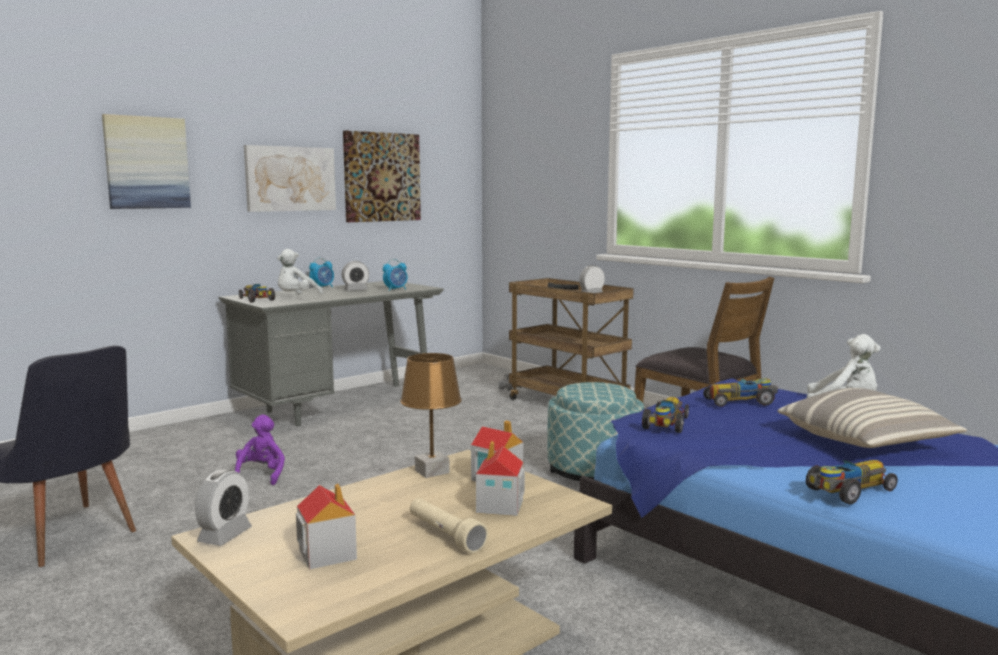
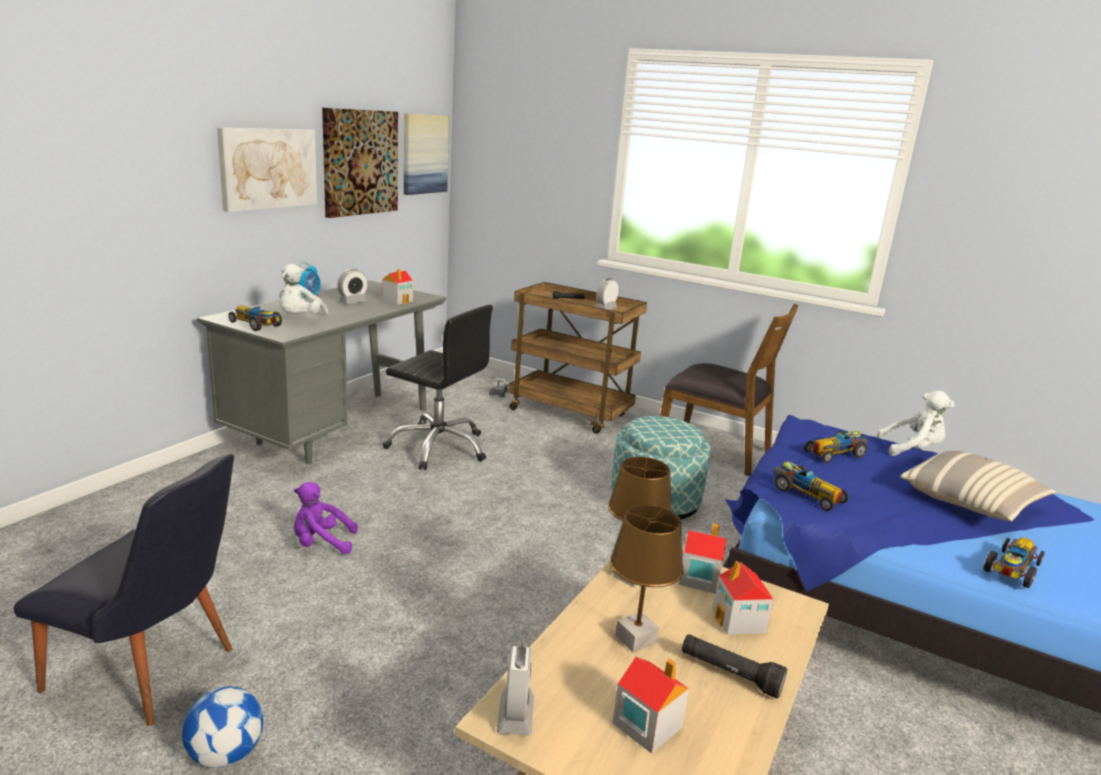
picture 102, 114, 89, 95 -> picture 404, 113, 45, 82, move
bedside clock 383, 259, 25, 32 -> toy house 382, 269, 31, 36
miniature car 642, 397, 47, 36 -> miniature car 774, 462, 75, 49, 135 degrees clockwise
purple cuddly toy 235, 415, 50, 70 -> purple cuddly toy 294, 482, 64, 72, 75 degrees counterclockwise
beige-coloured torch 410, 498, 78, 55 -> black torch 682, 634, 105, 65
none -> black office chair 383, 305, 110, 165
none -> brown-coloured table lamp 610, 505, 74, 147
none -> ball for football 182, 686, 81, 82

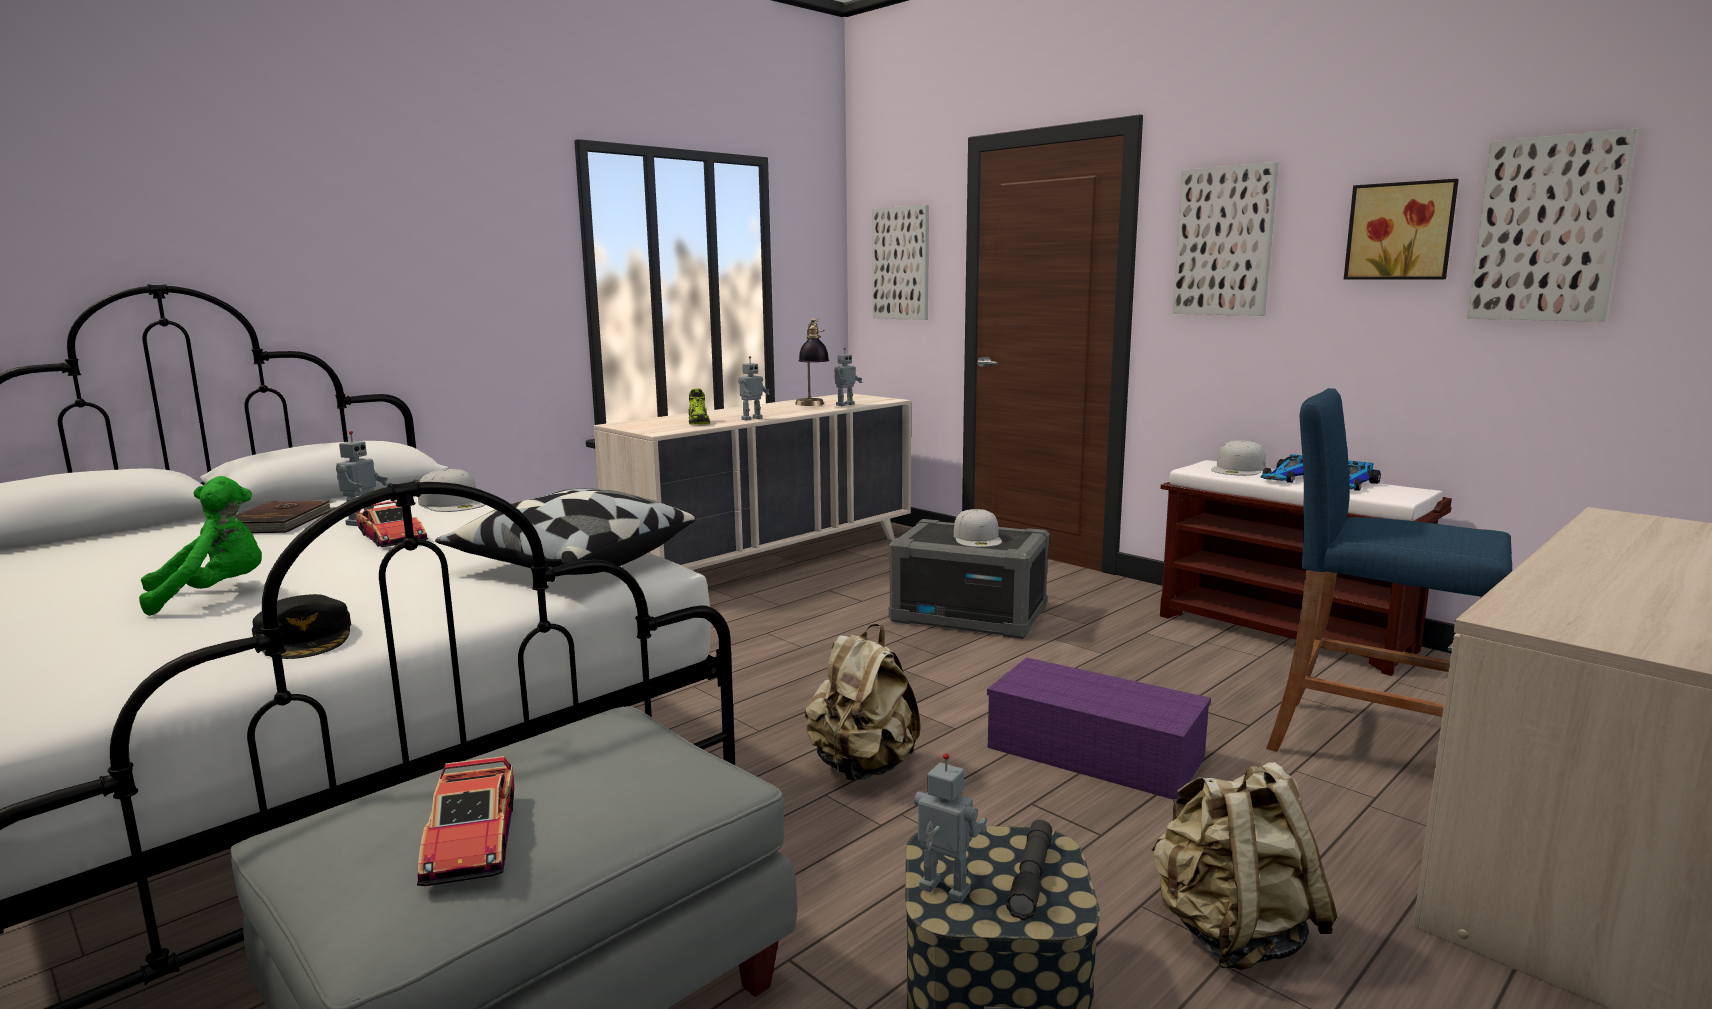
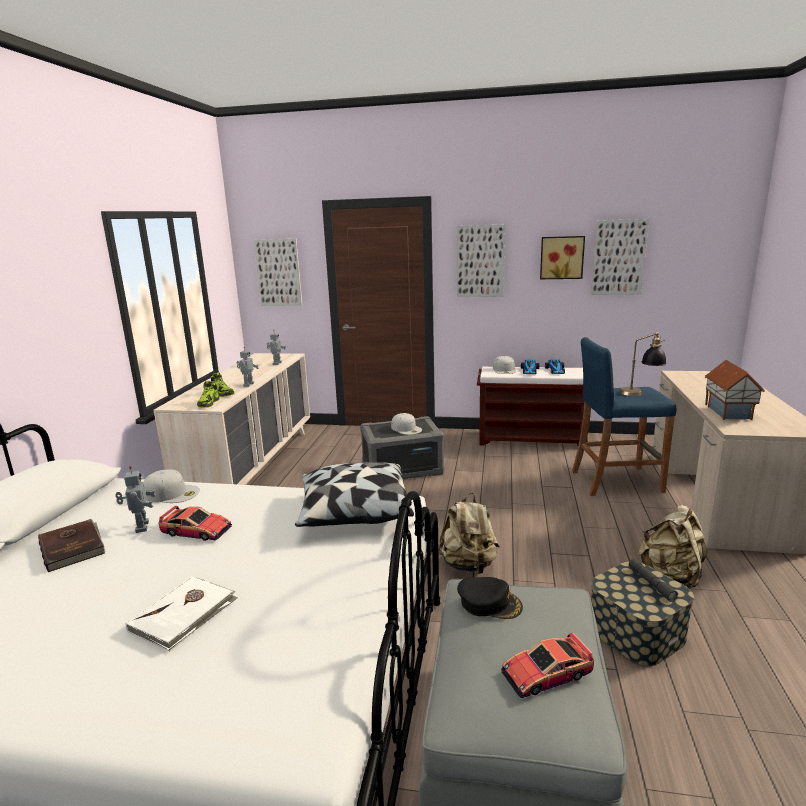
table lamp 795, 318, 34, 88 -> table lamp 620, 332, 47, 64, move
green-coloured cuddly toy 139, 476, 123, 140 -> white-coloured volume 125, 576, 113, 75
black baseball cap 252, 594, 99, 65 -> black baseball cap 457, 577, 66, 42, move
purple storage bin 987, 657, 224, 142 -> none
robot figure 914, 753, 73, 150 -> none
miniature car 417, 756, 97, 130 -> miniature car 501, 633, 93, 65, 120 degrees clockwise
none -> toy house 705, 360, 60, 60
none -> item of footwear 197, 381, 22, 27

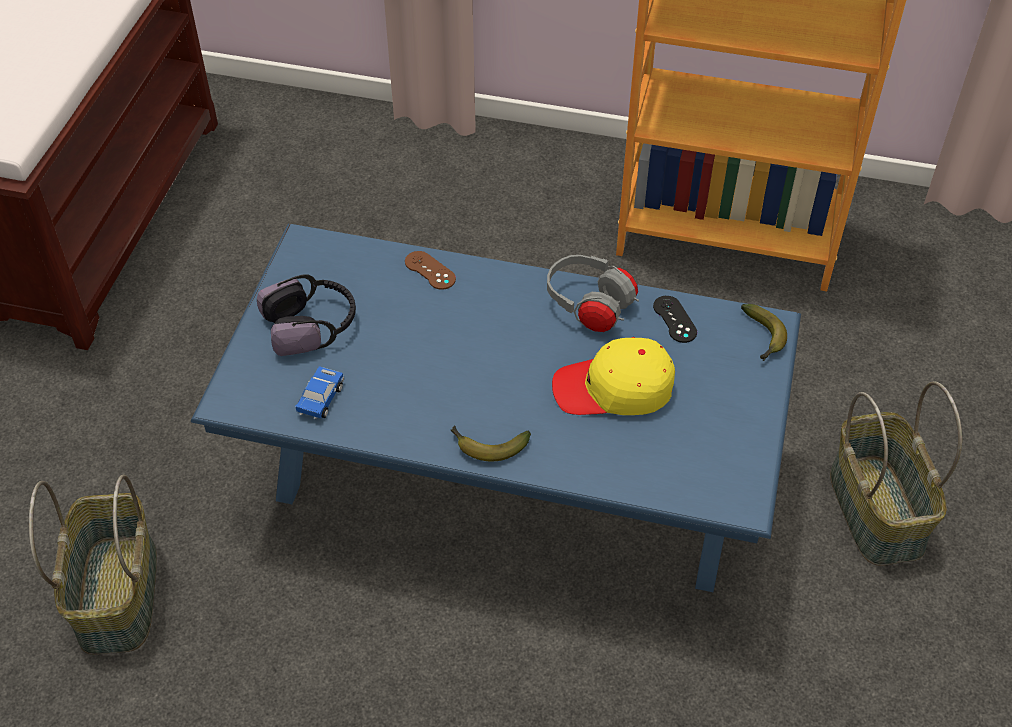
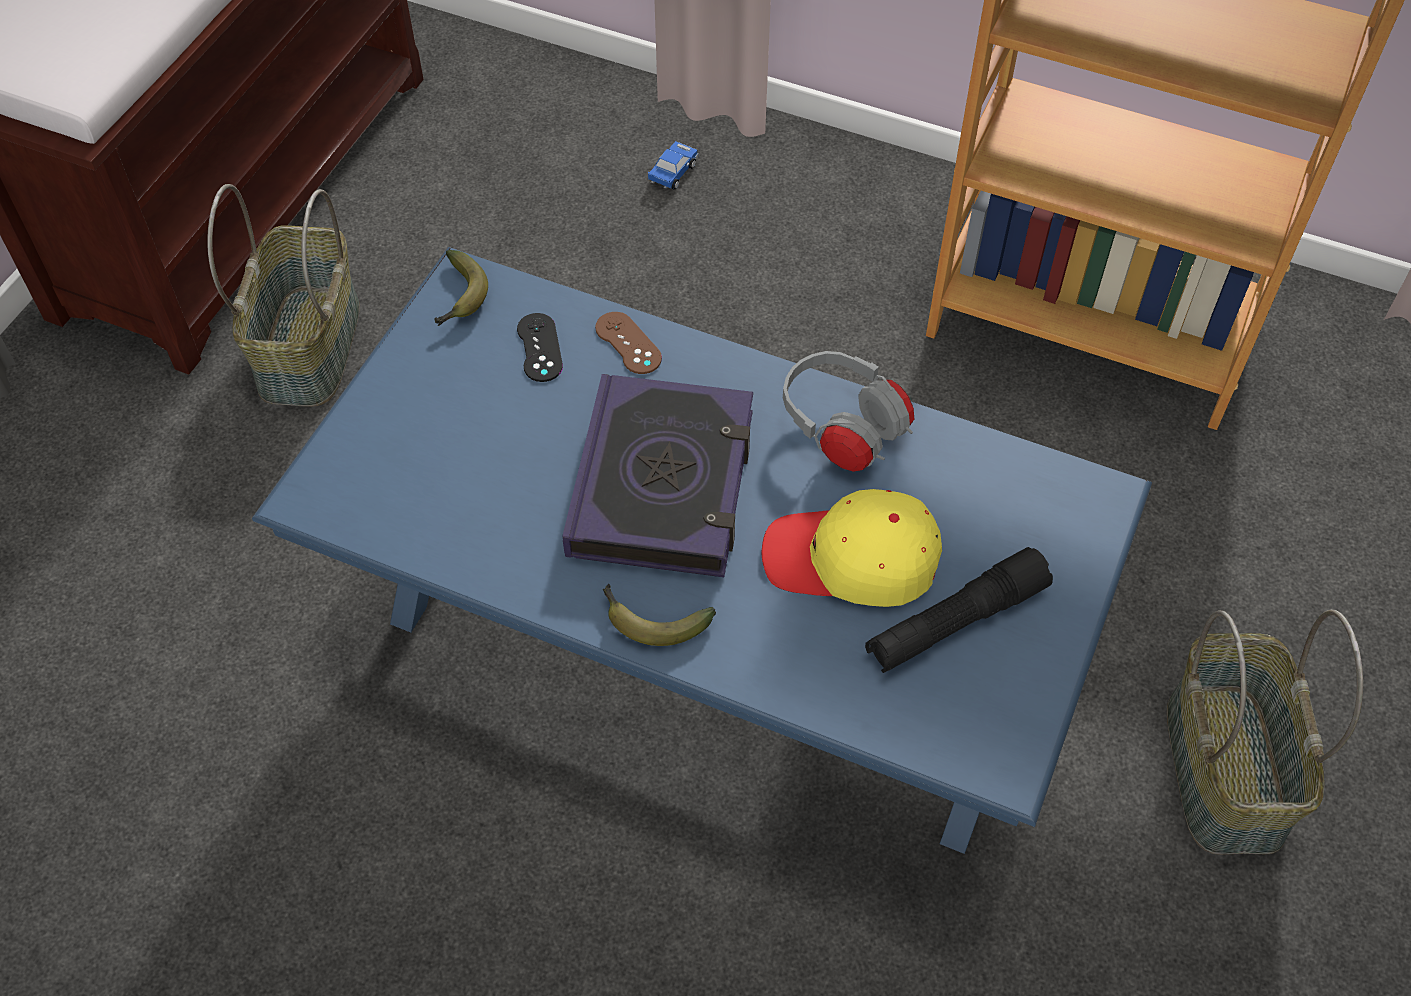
pair of headphones 257, 274, 99, 82 -> none
black game controller 653, 296, 44, 47 -> black game controller 517, 313, 46, 69, move
banana fruit 741, 304, 46, 57 -> banana fruit 435, 250, 53, 76, move
miniature car 295, 366, 50, 53 -> miniature car 648, 141, 51, 49, move
storage basket 29, 475, 128, 180 -> storage basket 207, 184, 153, 223, move
none -> volume 563, 374, 190, 203
none -> black torch 865, 547, 188, 126

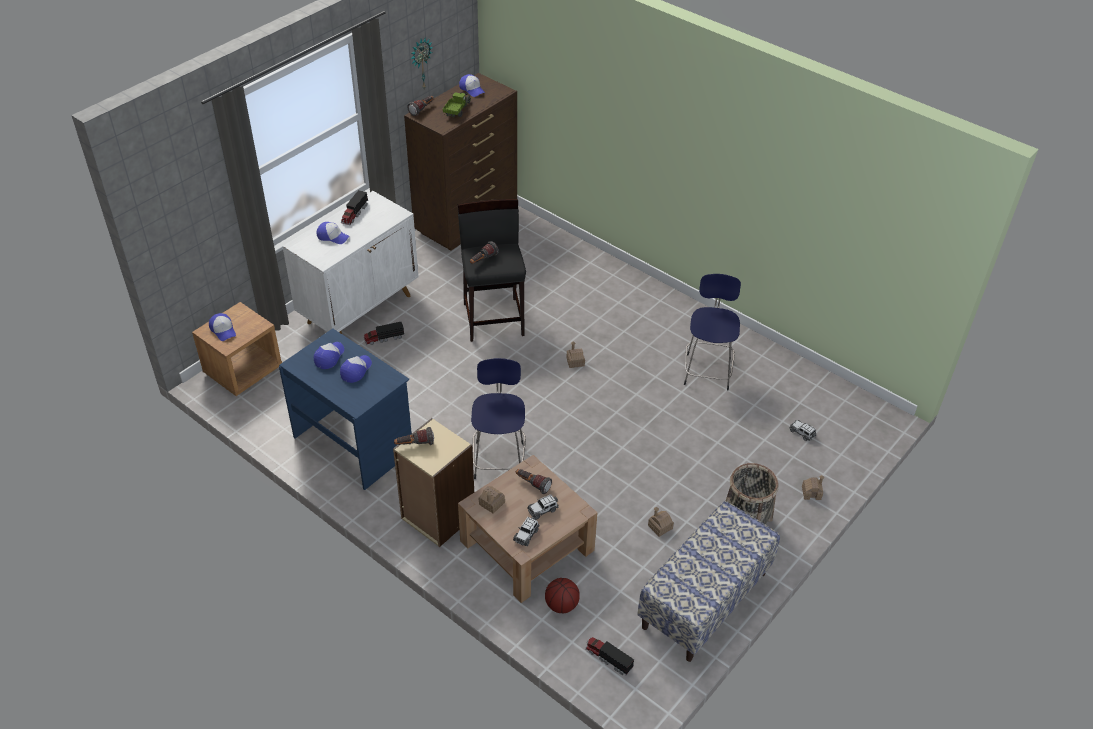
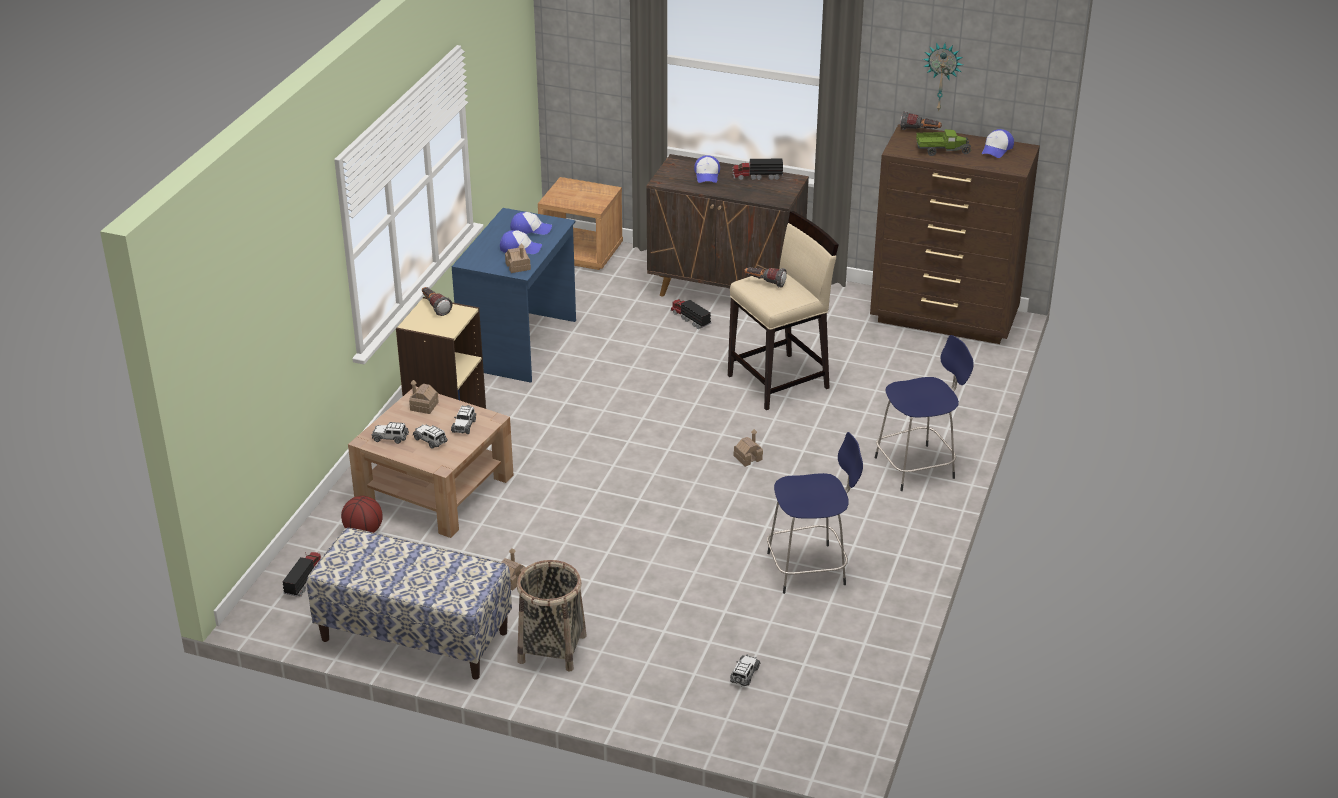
white-coloured cupboard 282, 191, 137, 143 -> brown-coloured cupboard 646, 154, 163, 142
black stool 457, 199, 69, 143 -> beige-coloured stool 728, 211, 110, 199
baseball cap 209, 313, 27, 28 -> none
blue-coloured stool 471, 358, 55, 121 -> blue-coloured stool 875, 335, 99, 156, move
torch 516, 469, 36, 25 -> miniature car 451, 405, 25, 29
toy house 802, 475, 22, 25 -> toy house 505, 244, 26, 29, move

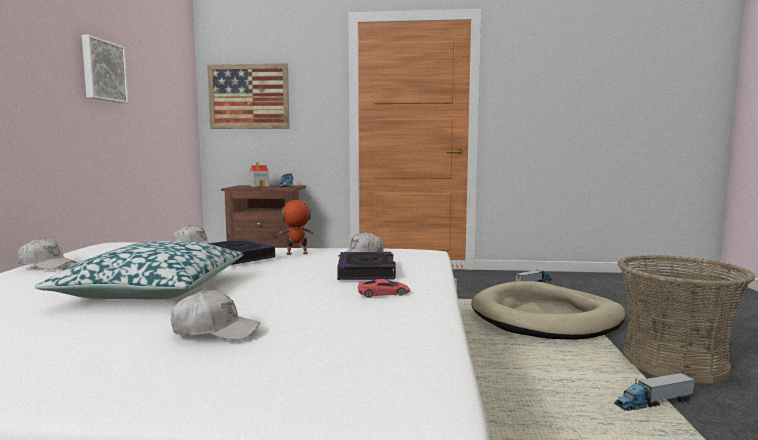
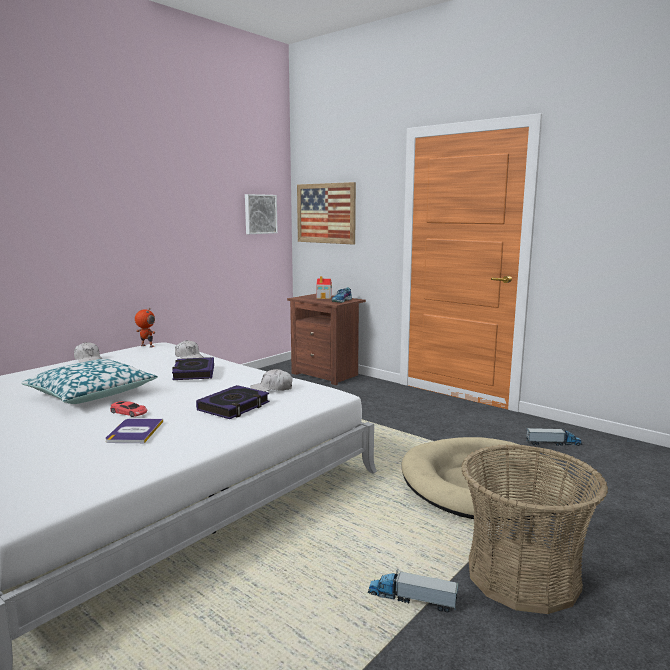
picture 82, 35, 47, 68 -> picture 245, 194, 33, 40, move
robot figure 279, 196, 35, 59 -> robot figure 135, 309, 21, 38, move
reddish miniature car 358, 279, 52, 19 -> reddish miniature car 110, 401, 37, 16, move
white-coloured baseball cap 171, 290, 89, 50 -> none
none -> volume 105, 418, 58, 25

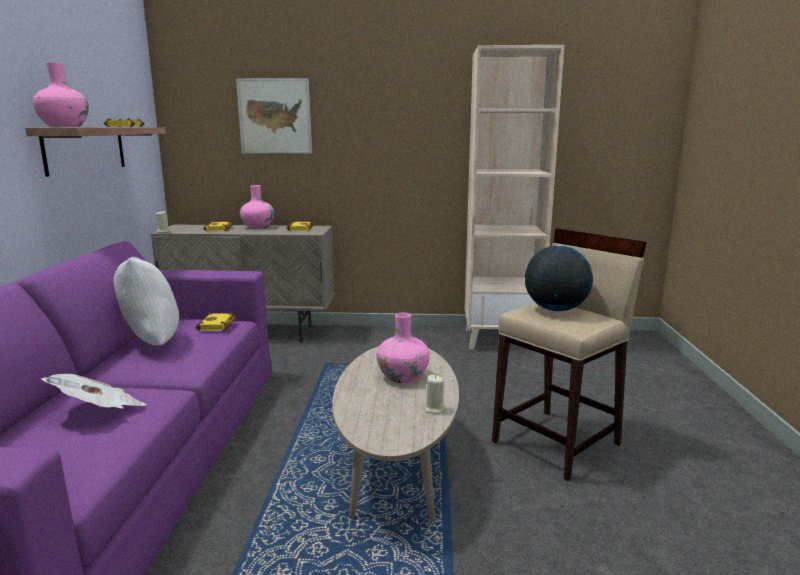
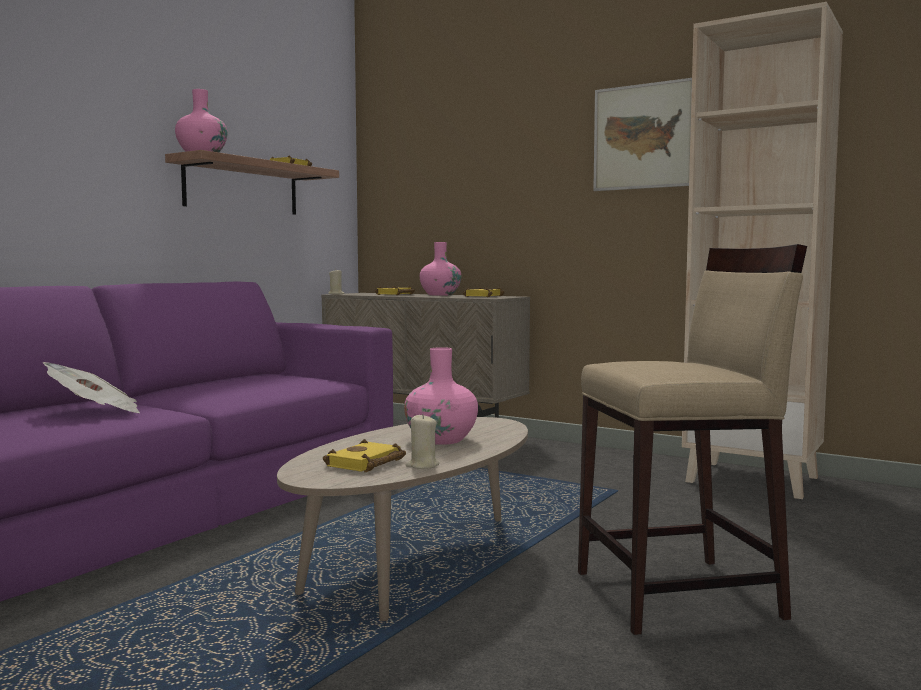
picture 236, 78, 76, 75 -> picture 593, 78, 99, 113, move
globe 525, 245, 68, 66 -> none
white-coloured throw pillow 114, 257, 65, 88 -> none
yellow-coloured volume 196, 313, 41, 18 -> yellow-coloured volume 323, 439, 83, 33, move

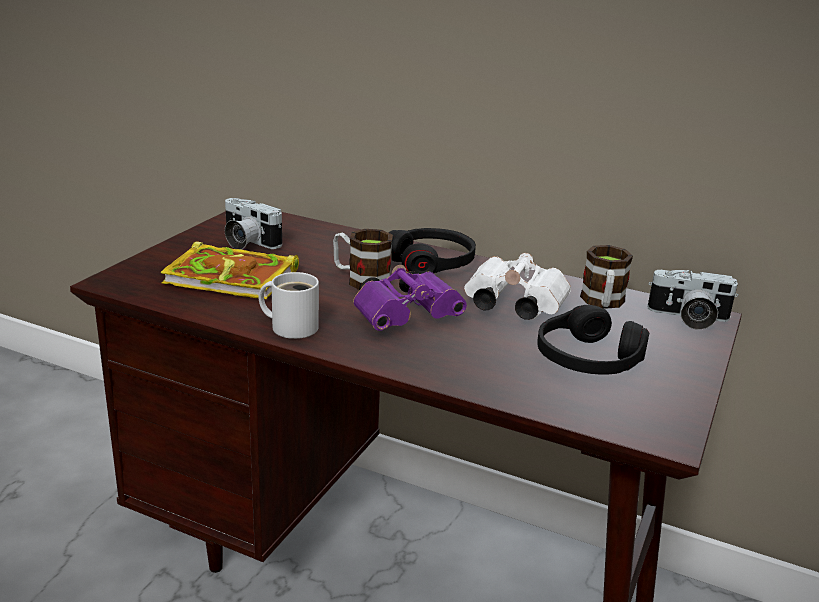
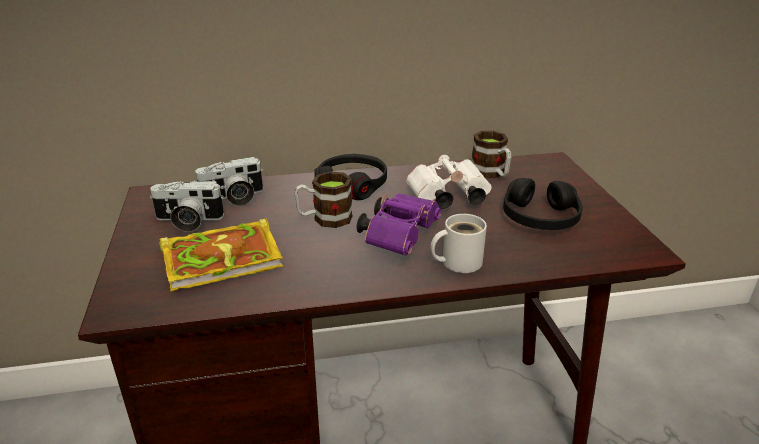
still camera 647, 270, 91, 60 -> still camera 194, 157, 69, 49, move
white-coloured tea mug 259, 272, 60, 67 -> white-coloured tea mug 430, 214, 57, 59, move

